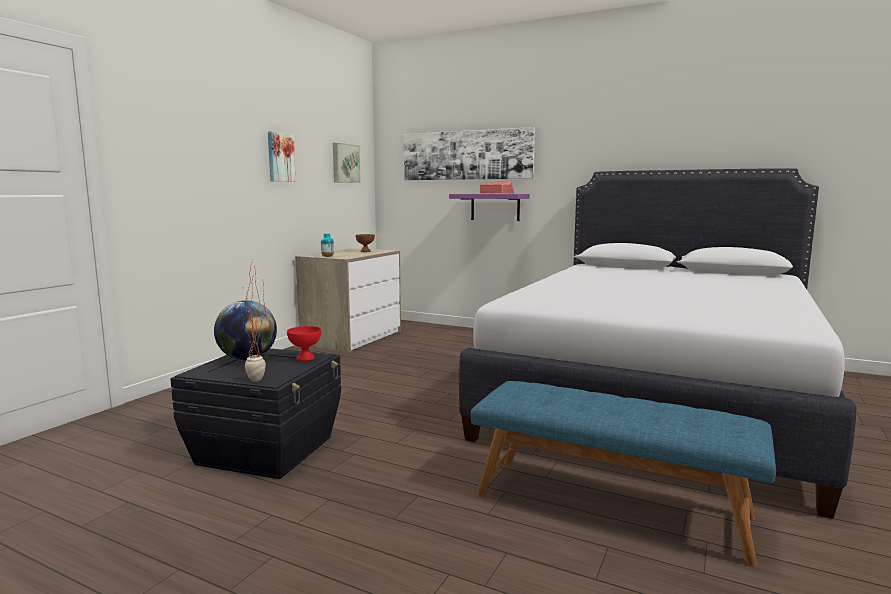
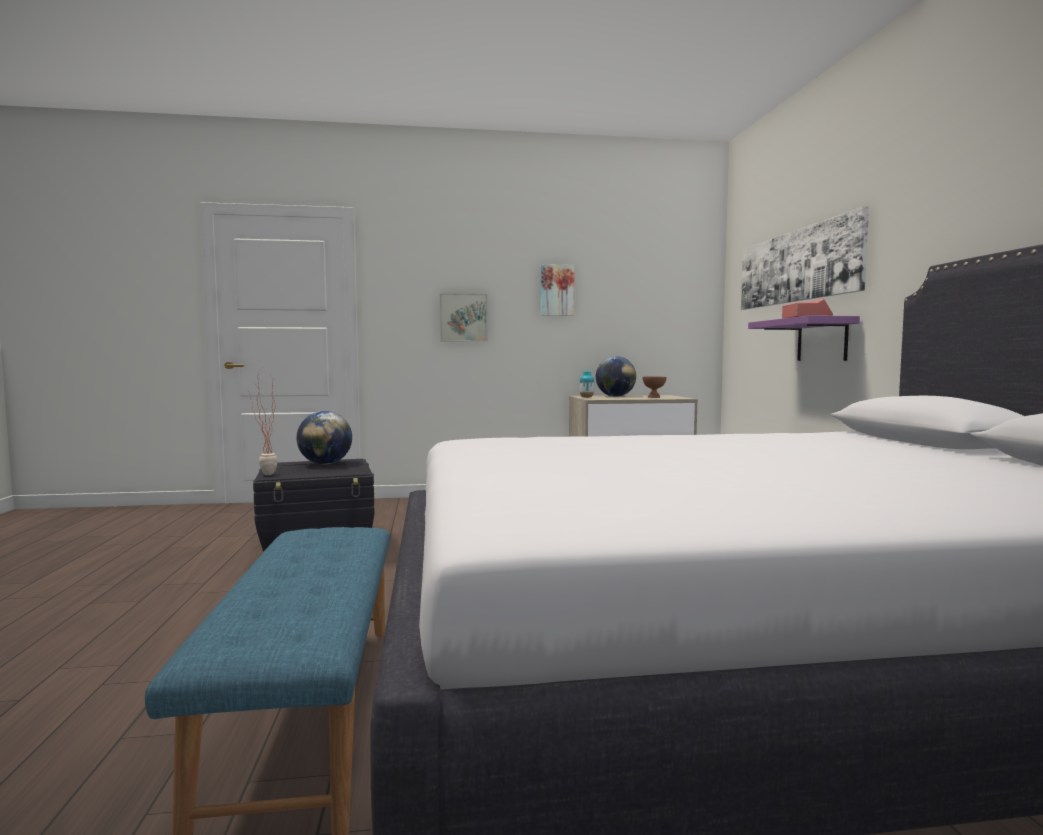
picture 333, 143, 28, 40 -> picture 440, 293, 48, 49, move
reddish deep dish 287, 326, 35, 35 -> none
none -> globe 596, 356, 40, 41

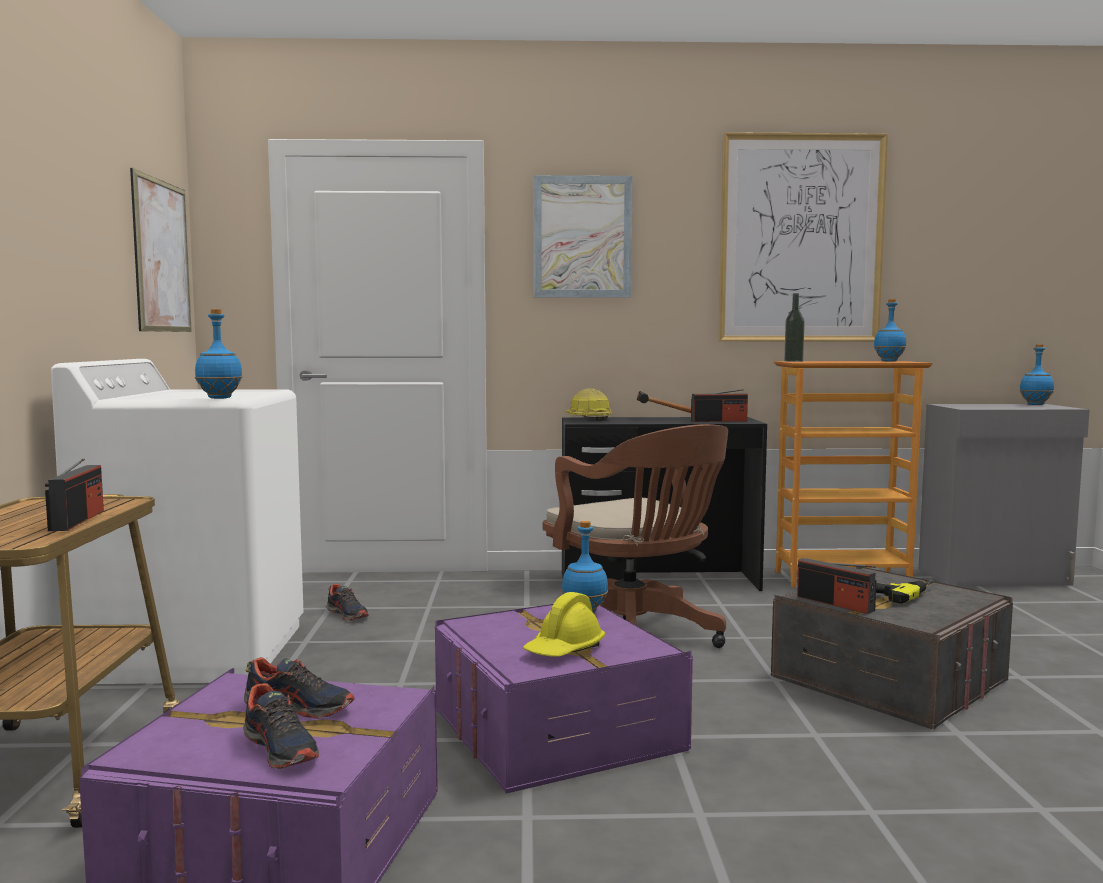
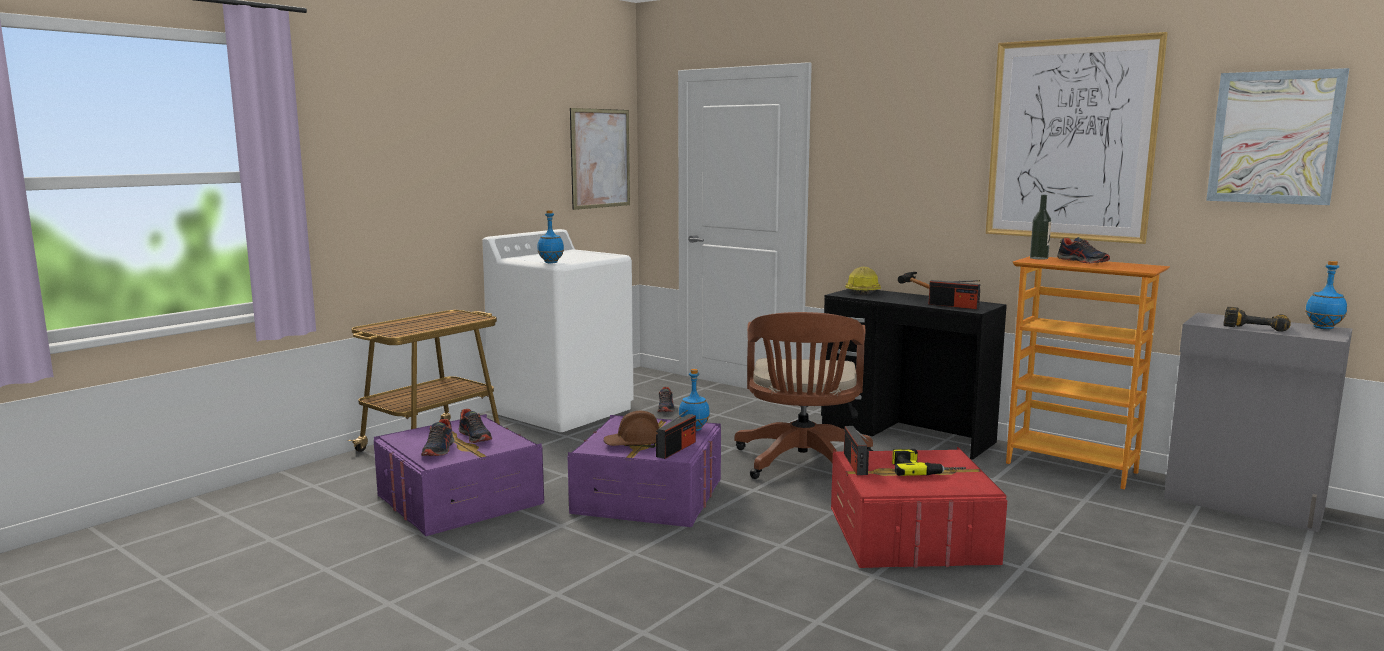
picture 534, 175, 98, 123 -> picture 1206, 68, 143, 137, move
blue-coloured beverage bottle 874, 299, 32, 62 -> none
radio receiver 45, 458, 59, 73 -> radio receiver 656, 410, 40, 49, move
gray storage bin 771, 567, 242, 162 -> reddish storage bin 831, 447, 176, 121
yellow-coloured hard hat 523, 592, 82, 65 -> brown-coloured hard hat 604, 411, 55, 37
none -> item of footwear 1057, 237, 53, 26
none -> drill 1223, 307, 68, 25

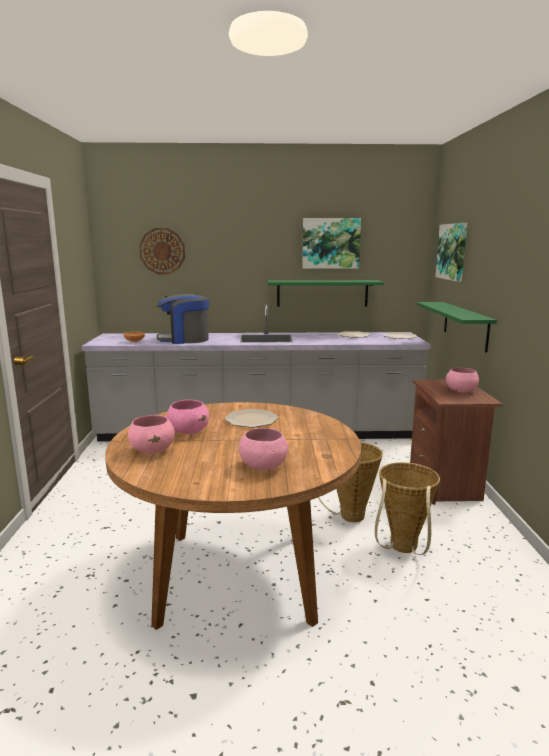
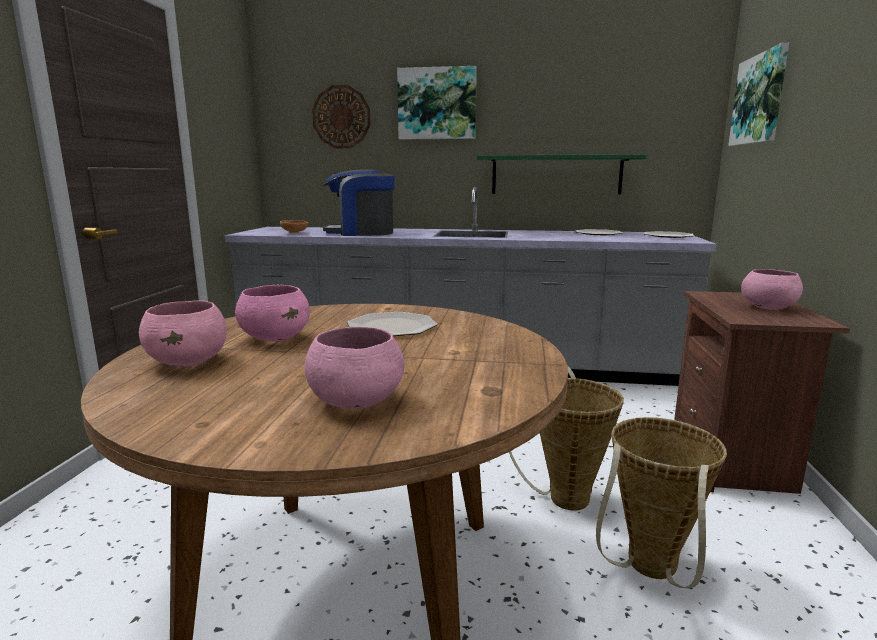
picture 302, 218, 59, 51 -> picture 397, 66, 80, 73, move
green-coloured wall shelf 417, 302, 80, 51 -> none

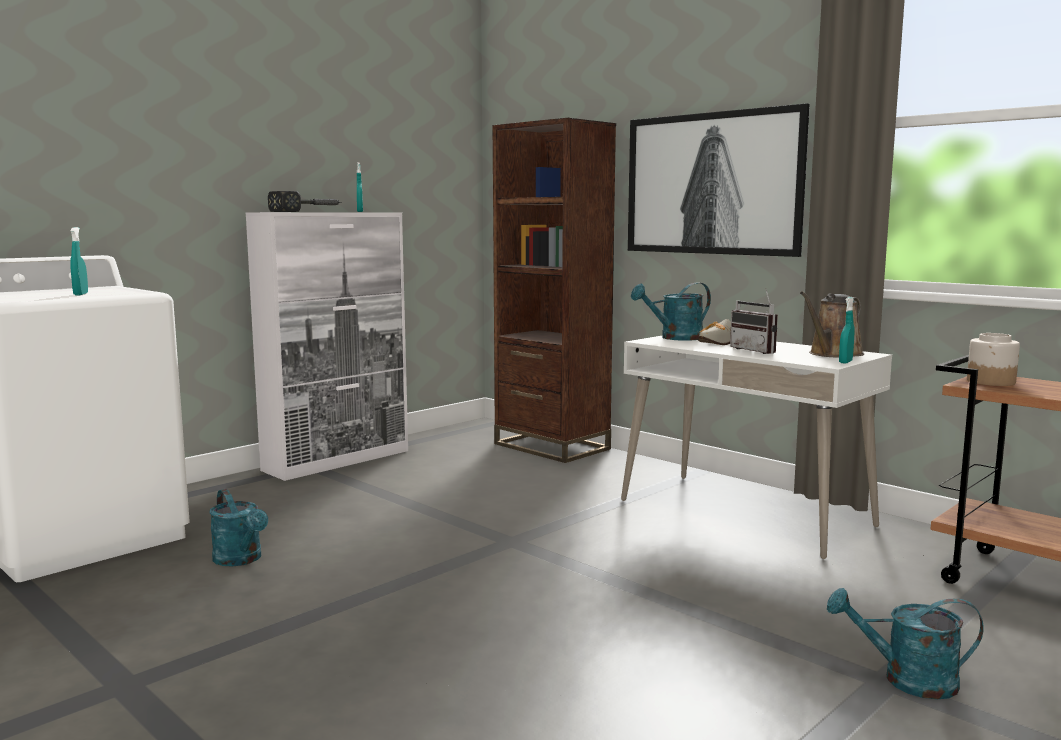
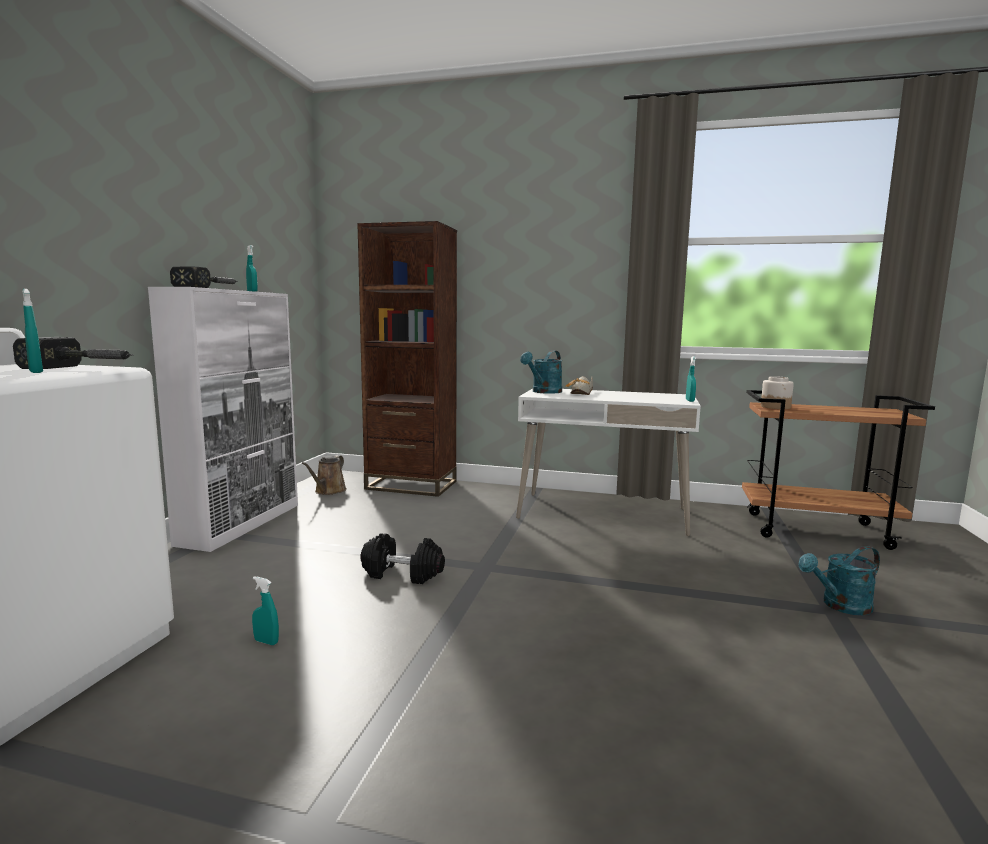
picture 628, 103, 182, 154 -> none
radio receiver 730, 288, 48, 66 -> none
brown-coloured sprinkling can 800, 291, 64, 66 -> brown-coloured sprinkling can 302, 455, 45, 40, move
turquoise-coloured sprinkling can 209, 489, 59, 78 -> turquoise-coloured spray bottle 252, 576, 27, 69
none -> hand hammer 13, 337, 121, 32
none -> black free weight 360, 533, 85, 51

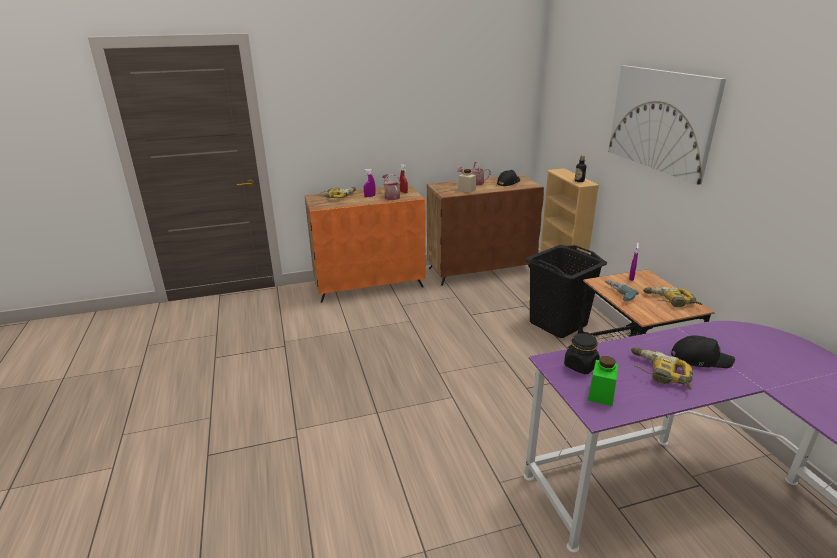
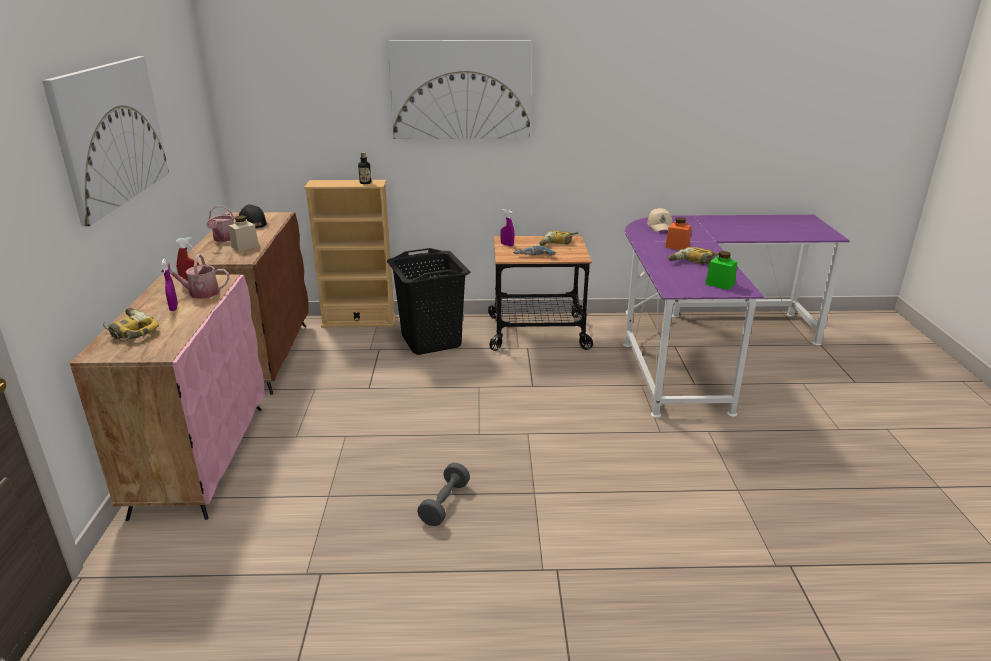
orange-coloured cupboard 305, 185, 121, 118 -> pink-coloured cupboard 70, 275, 194, 246
black jar 564, 333, 36, 41 -> none
black baseball cap 671, 335, 64, 33 -> orange-coloured jar 665, 217, 26, 33
none -> picture 42, 56, 127, 170
none -> beige-coloured baseball cap 647, 208, 25, 24
none -> gray free weight 417, 463, 53, 63

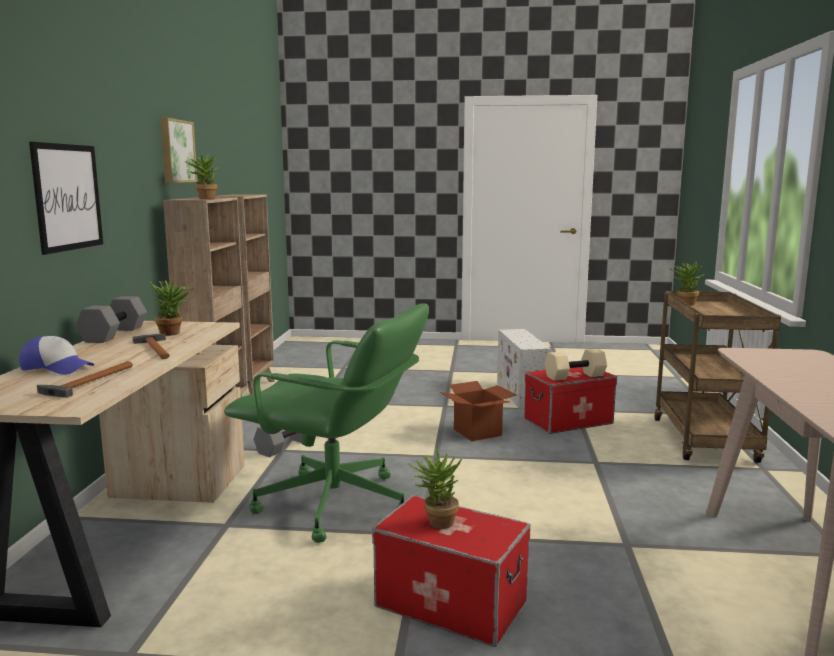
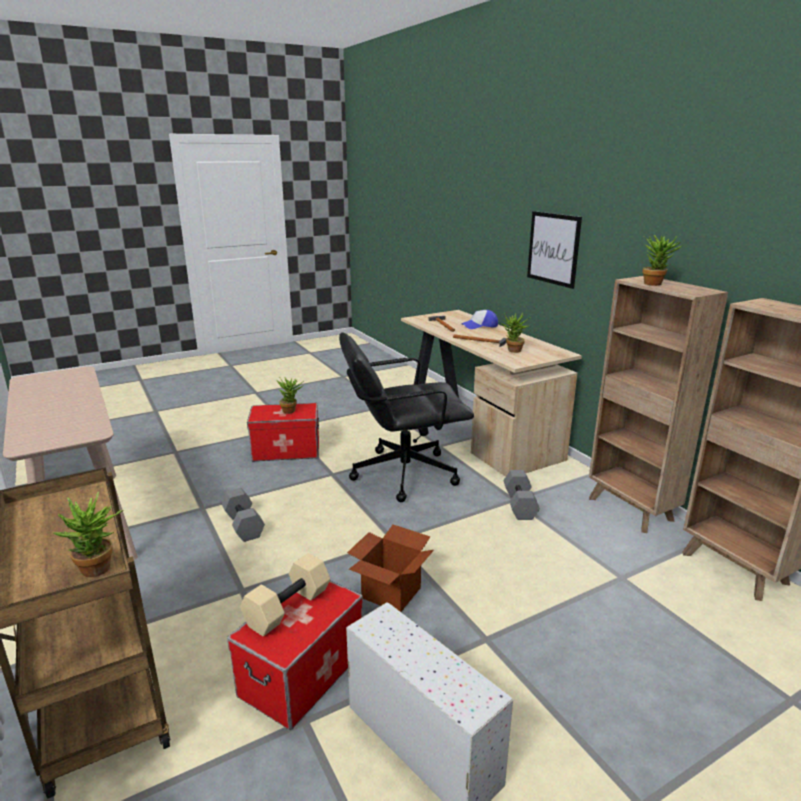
picture 160, 118, 37, 65 -> none
gray free weight 75, 296, 72, 47 -> gray free weight 222, 488, 43, 54, move
green-coloured office chair 224, 303, 205, 240 -> black office chair 339, 332, 135, 170

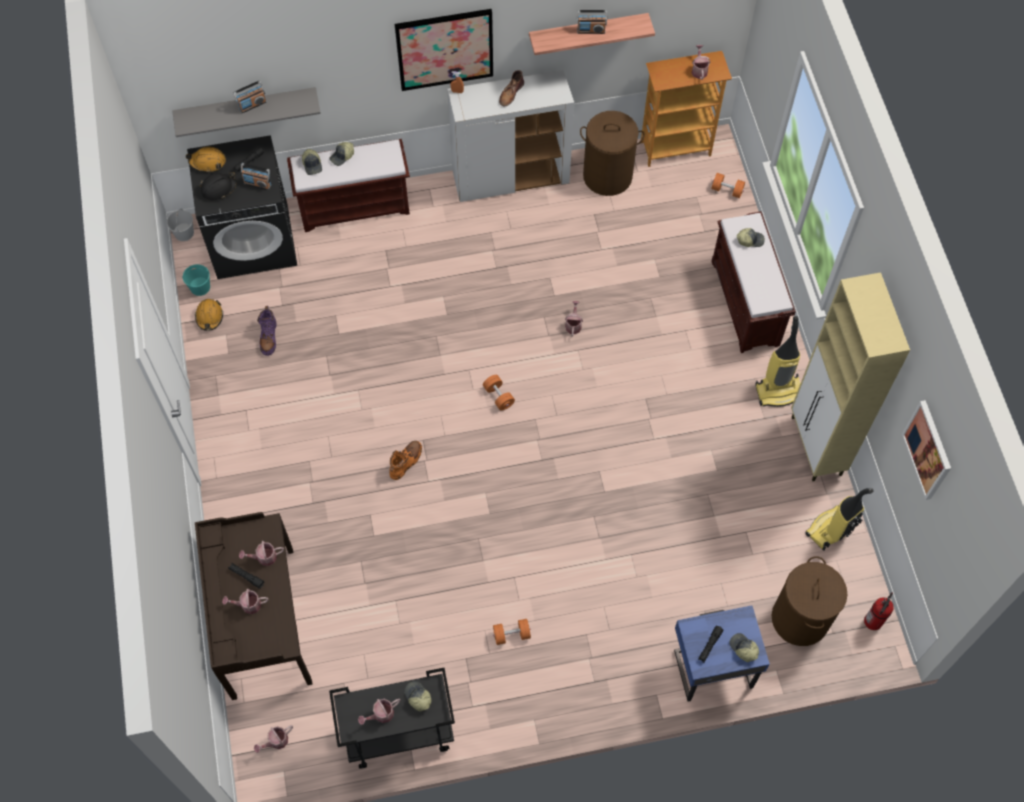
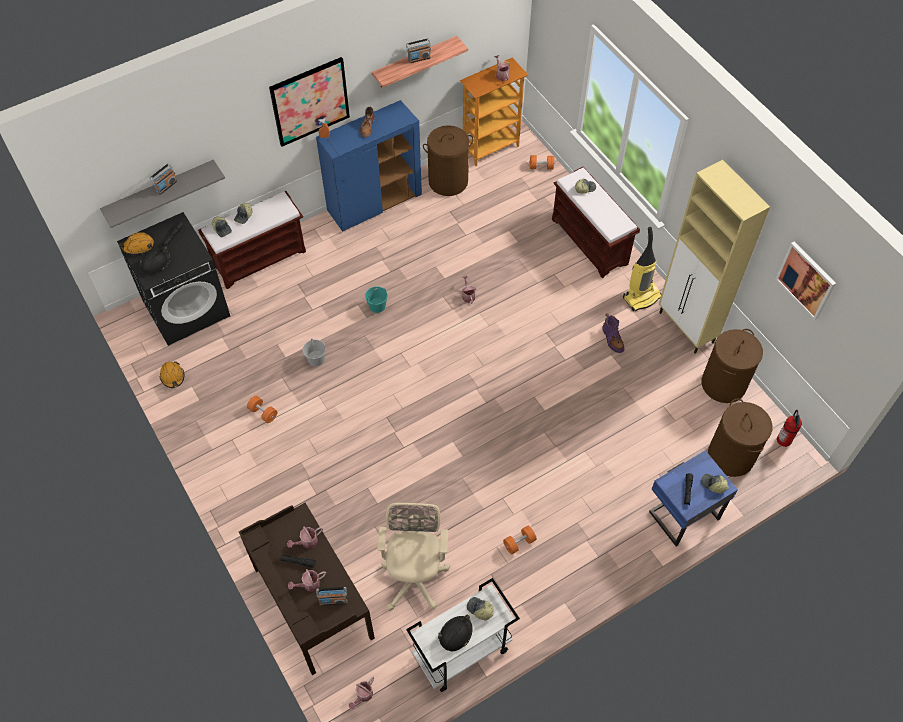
white-coloured cupboard 447, 70, 127, 132 -> blue-coloured cupboard 316, 100, 106, 132
radio receiver 241, 163, 30, 27 -> radio receiver 316, 587, 31, 18, move
white-coloured bucket 167, 209, 27, 32 -> white-coloured bucket 303, 339, 23, 28, move
turquoise-coloured bucket 182, 264, 28, 32 -> turquoise-coloured bucket 365, 286, 23, 27, move
purple high-top boot 257, 306, 20, 50 -> purple high-top boot 602, 313, 22, 40, move
orange-coloured free weight 483, 375, 32, 35 -> orange-coloured free weight 247, 396, 30, 27, move
orange-coloured high-top boot 389, 441, 33, 39 -> none
vacuum 805, 488, 69, 63 -> brown-coloured laundry basket 702, 329, 61, 74
black cart 329, 668, 126, 101 -> white-coloured cart 406, 578, 114, 114
sprinkling can 358, 699, 42, 26 -> black hard hat 438, 615, 35, 36
none -> beige-coloured office chair 377, 503, 73, 108

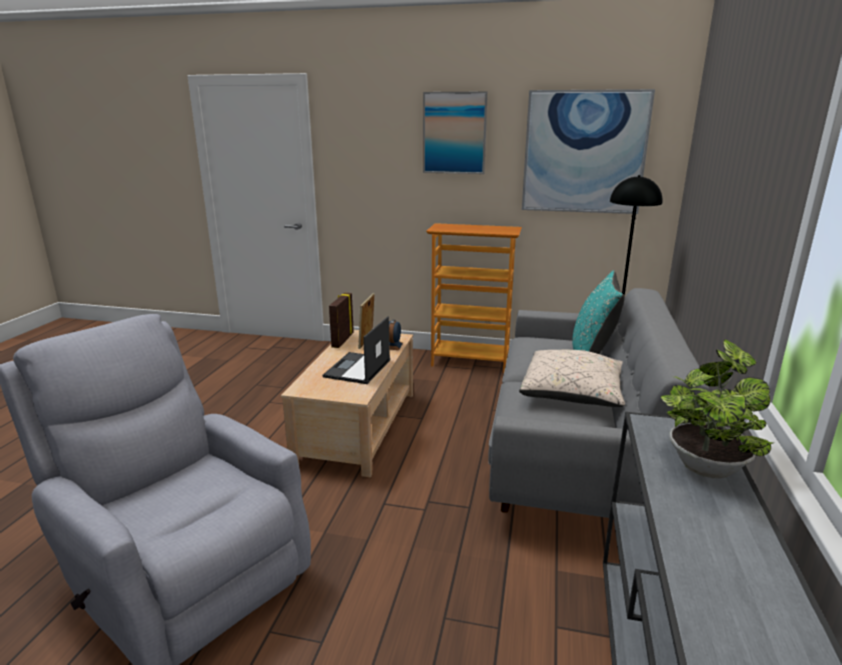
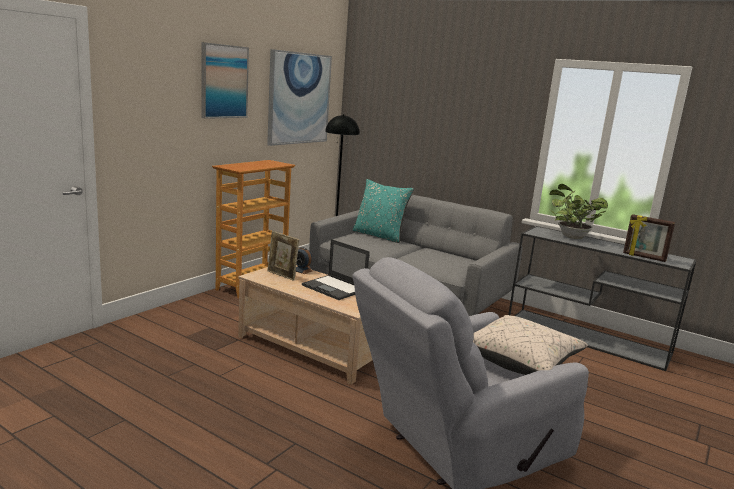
standing frame 329, 293, 25, 55 -> standing frame 623, 214, 52, 48, move
beige-coloured throw pillow 519, 350, 106, 57 -> beige-coloured throw pillow 473, 315, 115, 60, move

